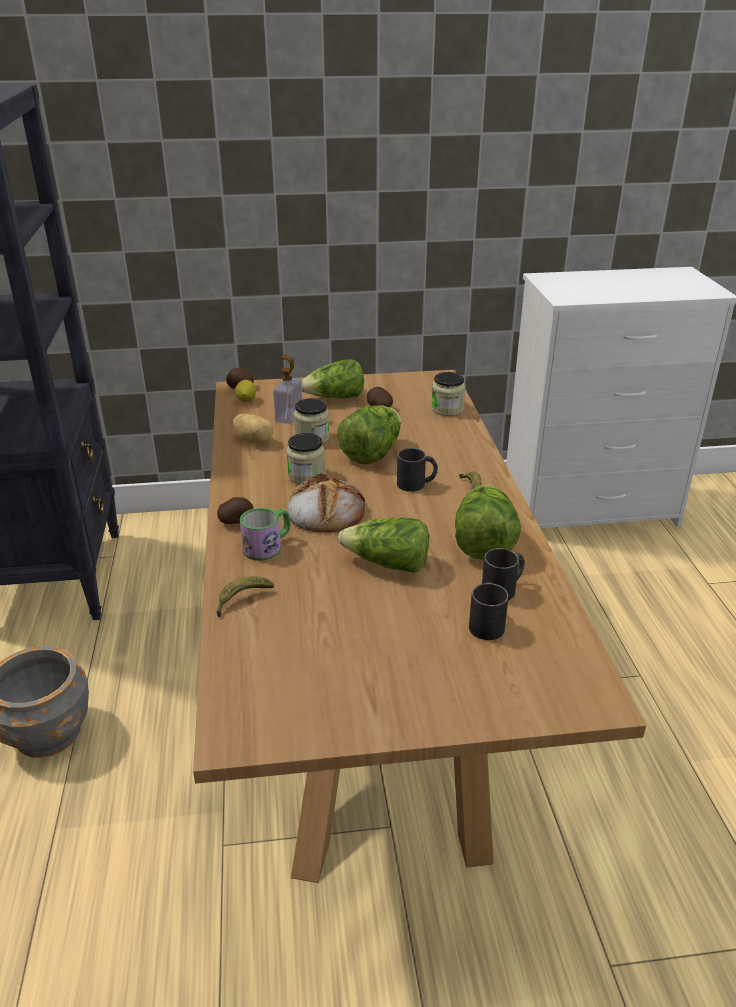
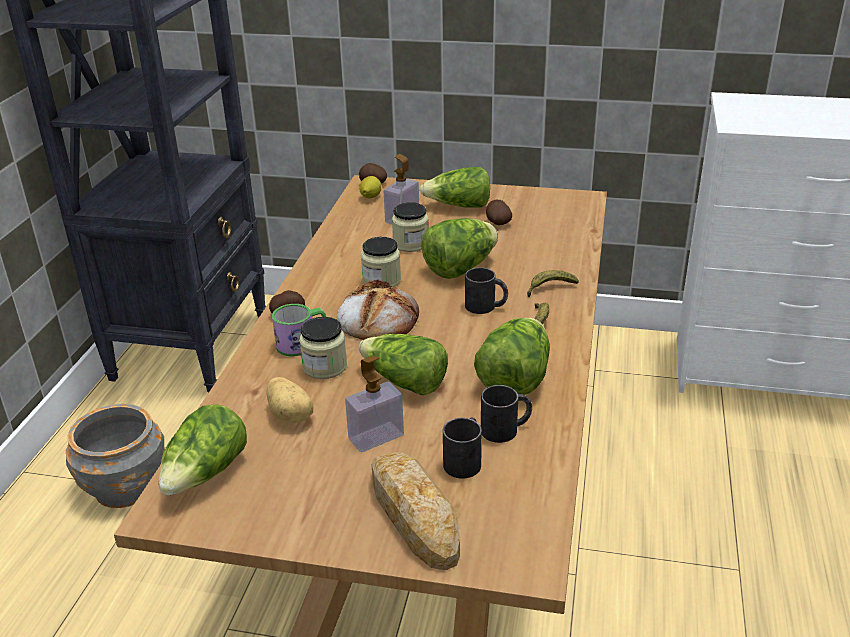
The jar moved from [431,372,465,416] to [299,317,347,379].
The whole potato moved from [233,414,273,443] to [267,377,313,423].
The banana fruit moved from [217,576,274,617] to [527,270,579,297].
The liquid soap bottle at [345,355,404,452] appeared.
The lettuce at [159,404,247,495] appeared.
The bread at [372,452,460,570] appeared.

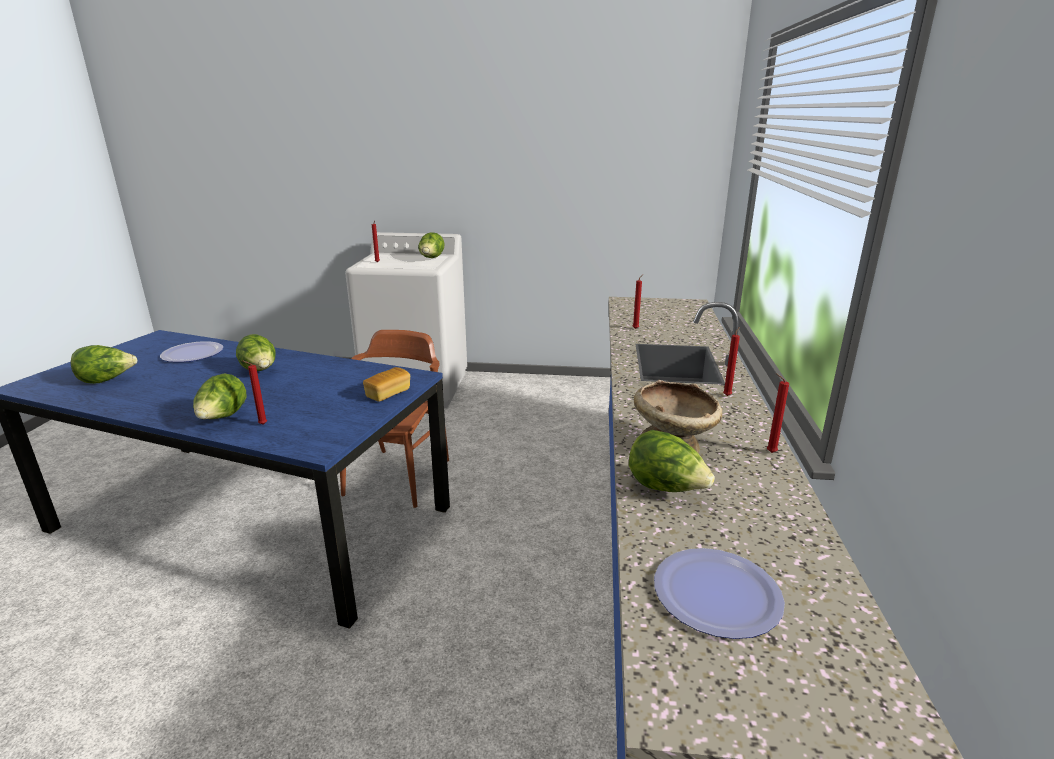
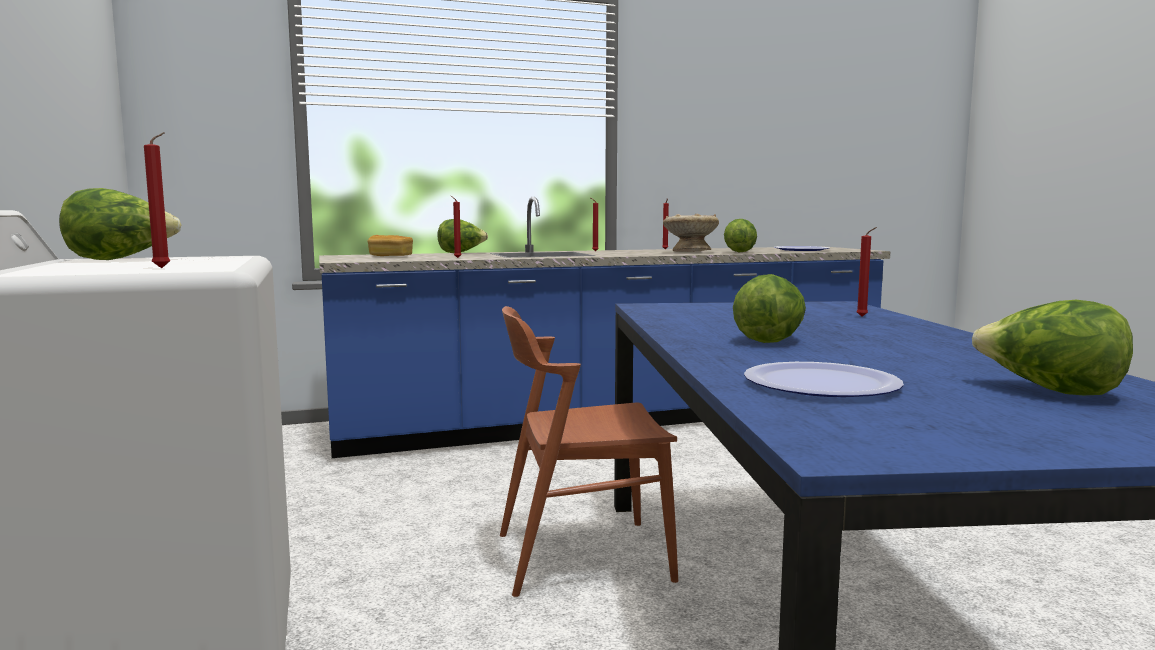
The bread moved from [363,367,410,402] to [368,235,413,256].
The lettuce moved from [193,373,246,419] to [438,219,488,253].

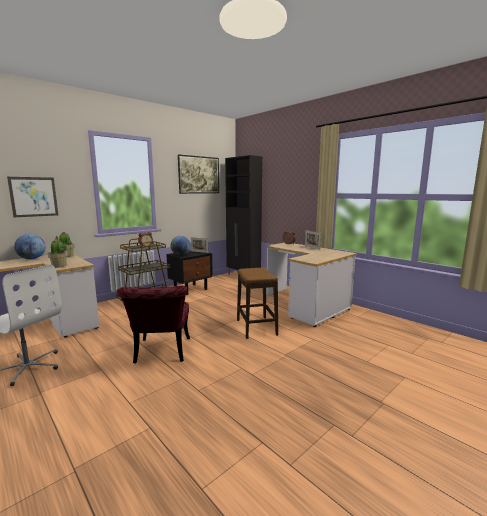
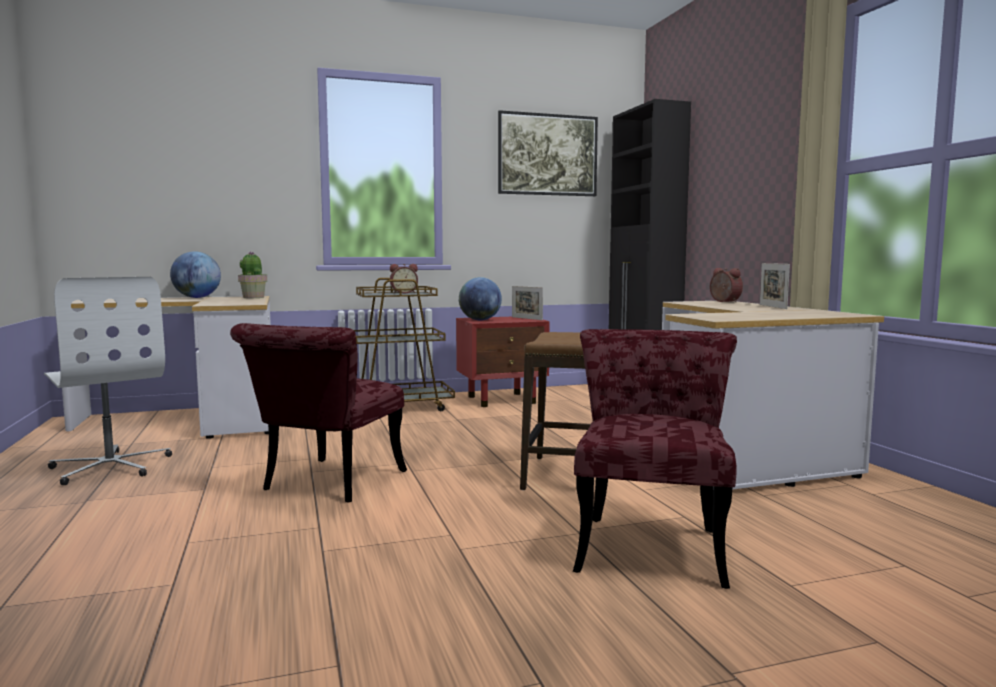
The wall picture at [7,177,58,217] disappeared.
The plant in a pot at [48,238,68,268] disappeared.
The black-coloured night table at [166,251,213,295] became the red-coloured night table at [456,317,550,407].
The red-coloured plain chair at [573,329,737,589] appeared.

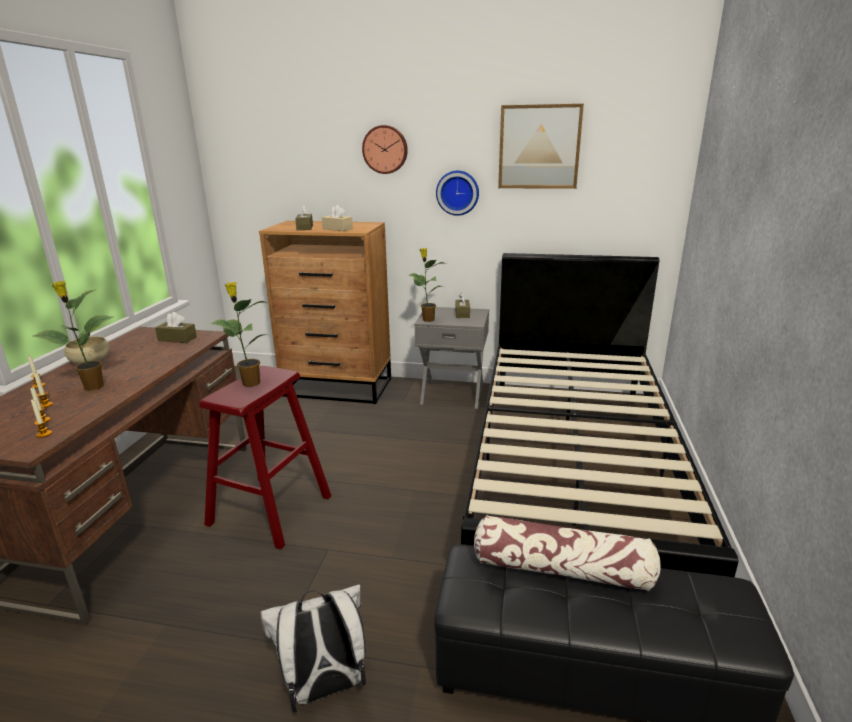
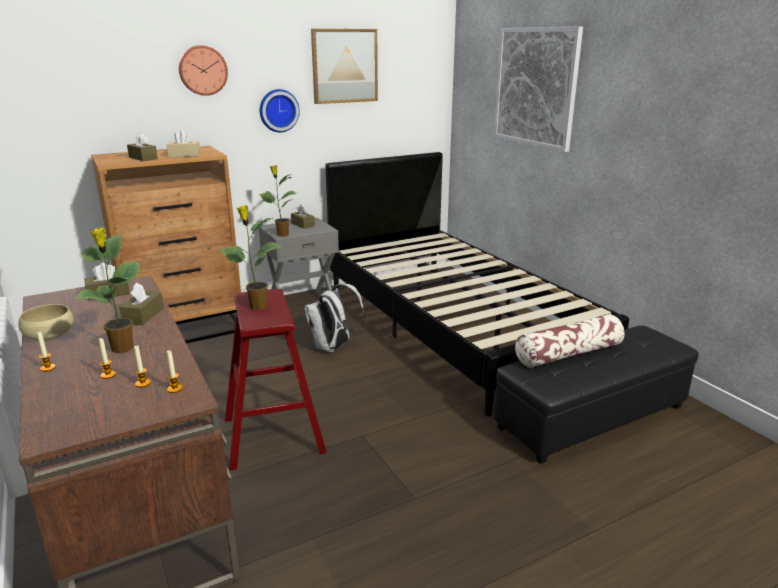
The white-coloured rucksack moved from [260,584,366,712] to [304,284,365,352].
The wall picture at [494,27,583,152] appeared.
The brown-coloured box of tissues at [119,283,164,325] appeared.

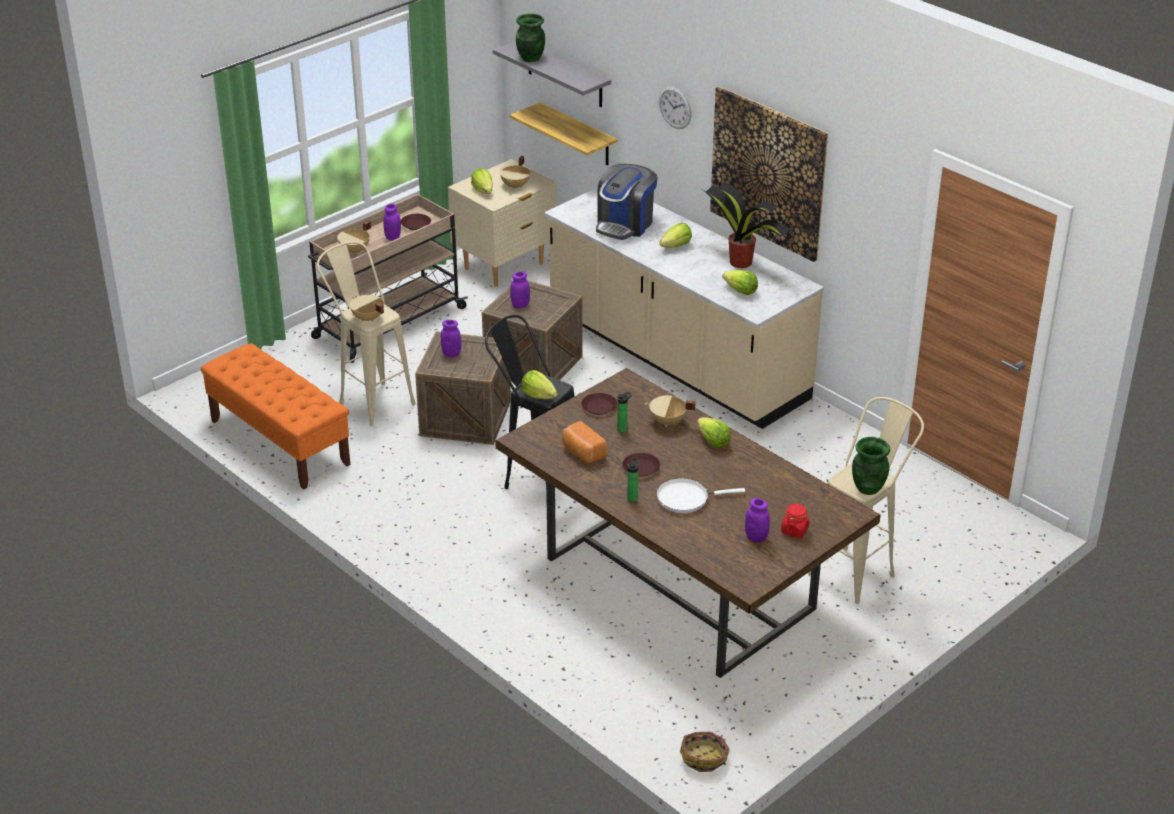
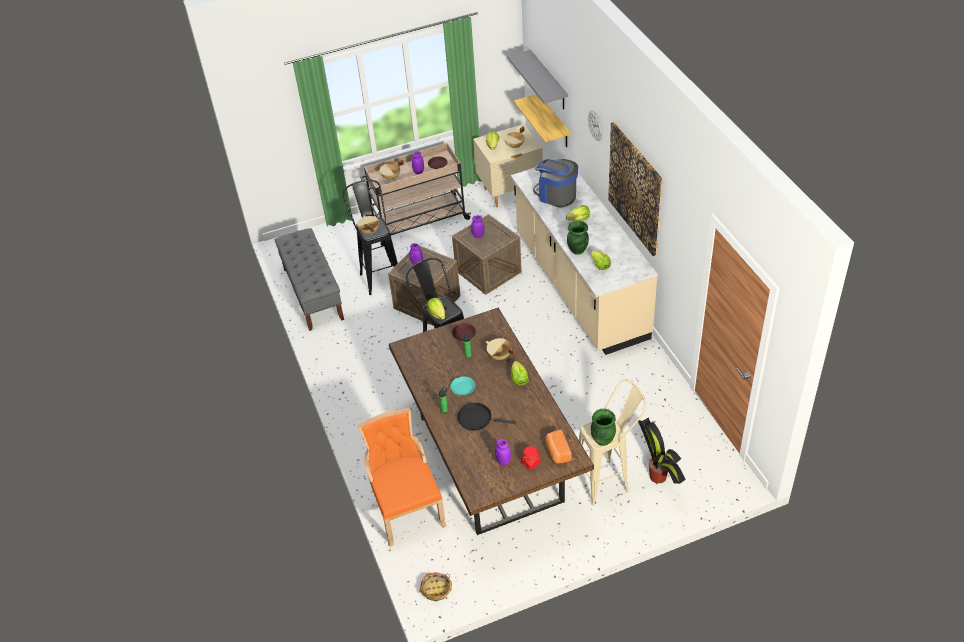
The green-coloured flower vase moved from [516,14,545,62] to [567,220,589,255].
The coffee maker at [596,164,658,240] turned 75 degrees clockwise.
The plant in a pot moved from [703,182,790,268] to [638,417,686,484].
The beige-coloured sitting stool at [317,241,416,427] became the black-coloured sitting stool at [343,179,398,295].
The orange long seat at [200,343,350,490] became the grey long seat at [275,228,344,331].
The bread moved from [562,421,607,463] to [545,430,572,464].
The brown-coloured flat dish at [622,453,660,477] became the turquoise-coloured flat dish at [450,376,475,395].
The white-coloured pan at [656,478,745,513] became the black-coloured pan at [457,403,516,430].
The orange plain chair at [358,408,447,547] appeared.

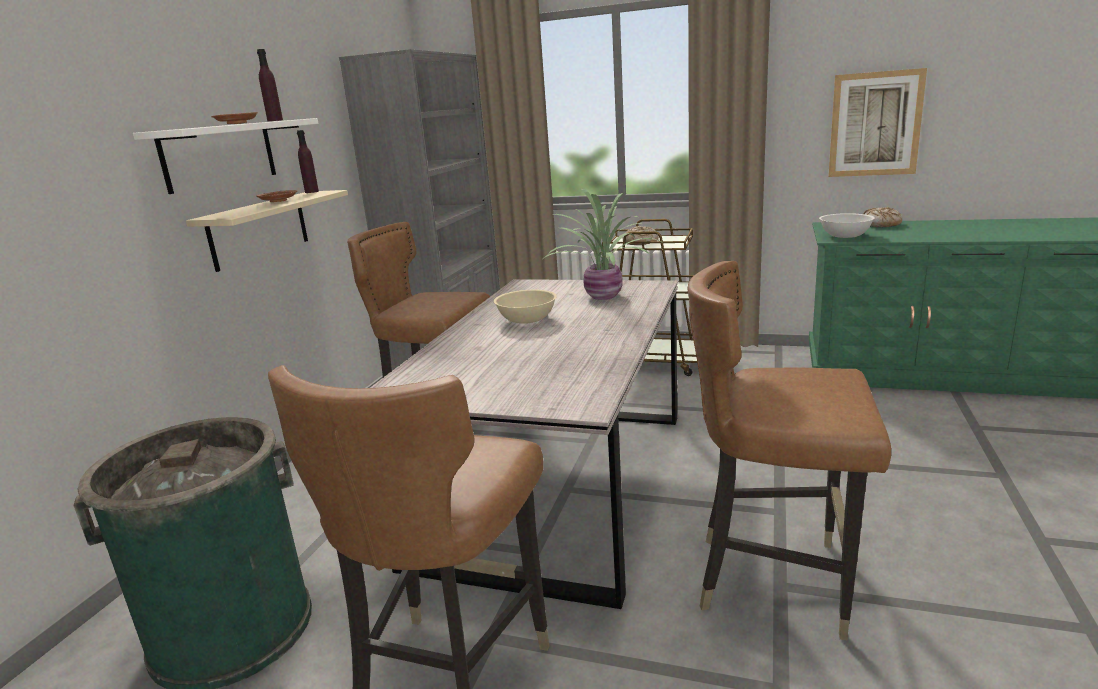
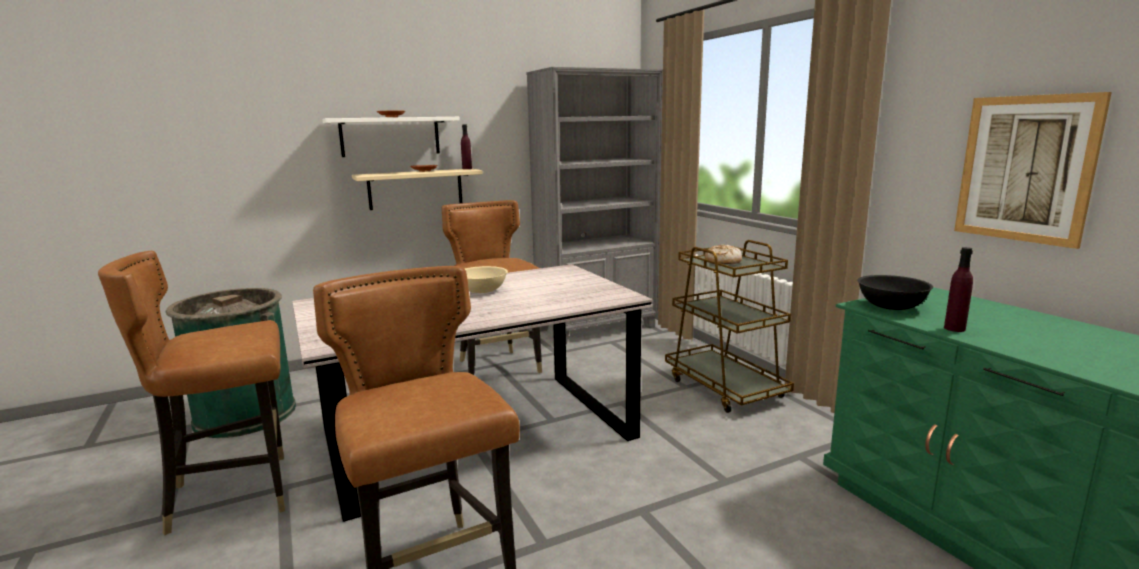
The purple-coloured beverage bottle moved from [257,49,283,122] to [944,247,973,332].
The plant in a pot at [543,189,664,300] disappeared.
The bread at [863,207,902,227] disappeared.
The white-coloured serving bowl at [819,213,875,238] became the black-coloured serving bowl at [857,275,933,310].

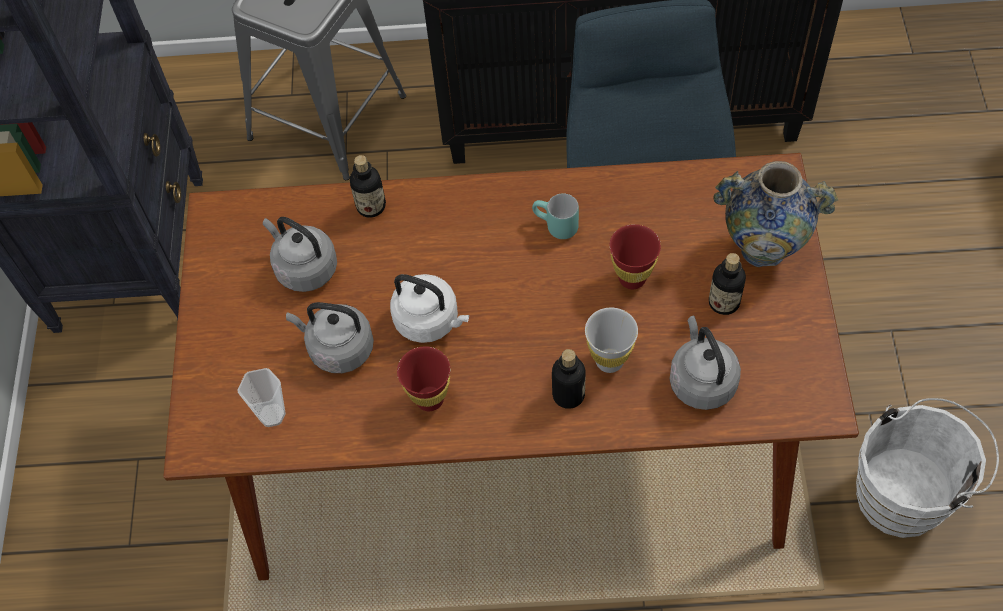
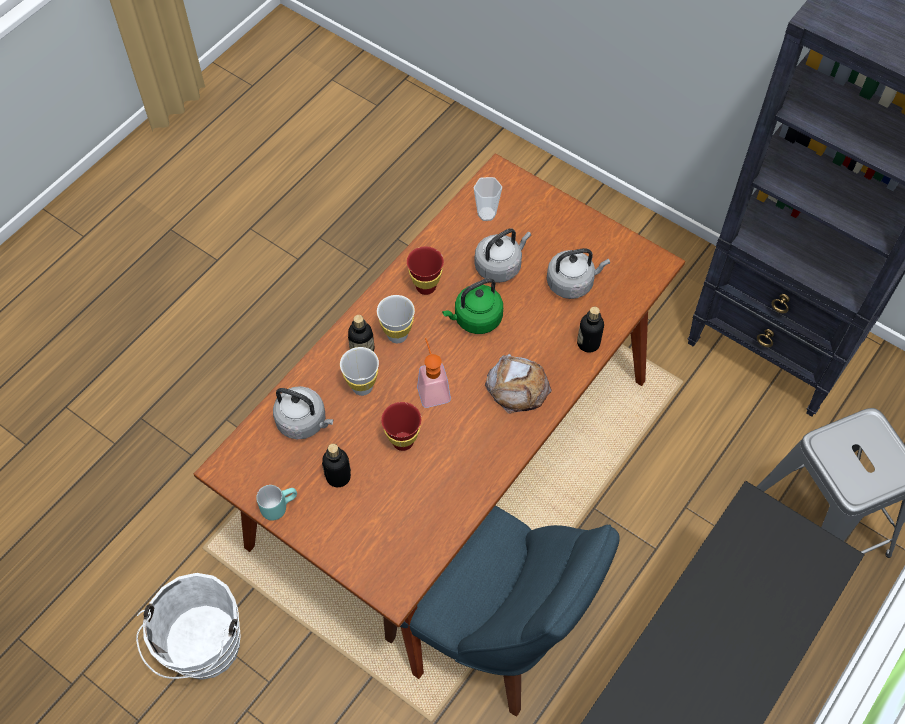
The flower vase at [713,161,838,267] disappeared.
The turquoise-coloured tea mug moved from [532,194,579,239] to [256,485,297,520].
The white-coloured kettle at [390,274,469,343] became the green-coloured kettle at [442,278,503,334].
The white-coloured small cup at [377,295,415,343] appeared.
The liquid soap bottle at [417,338,451,408] appeared.
The bread at [485,354,552,414] appeared.

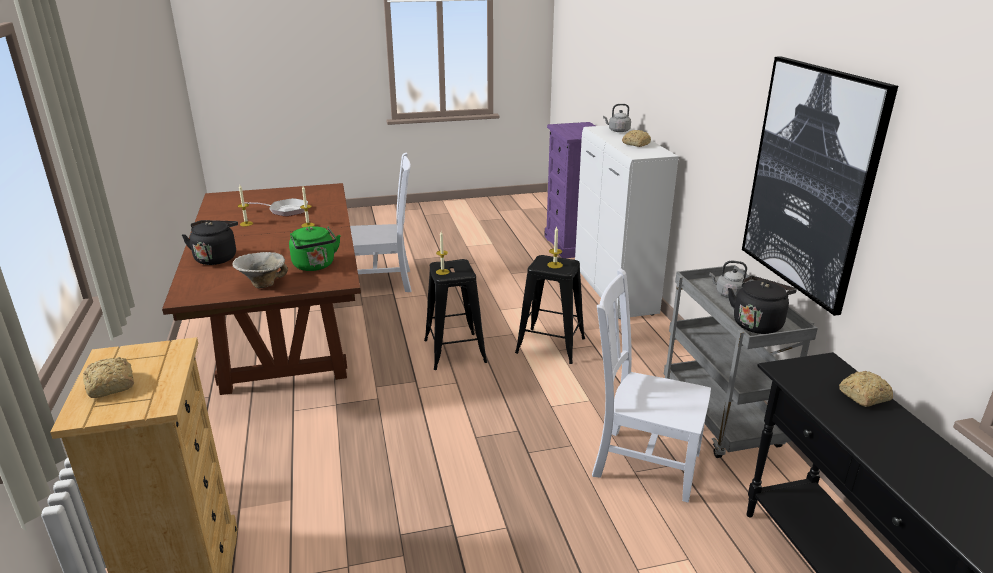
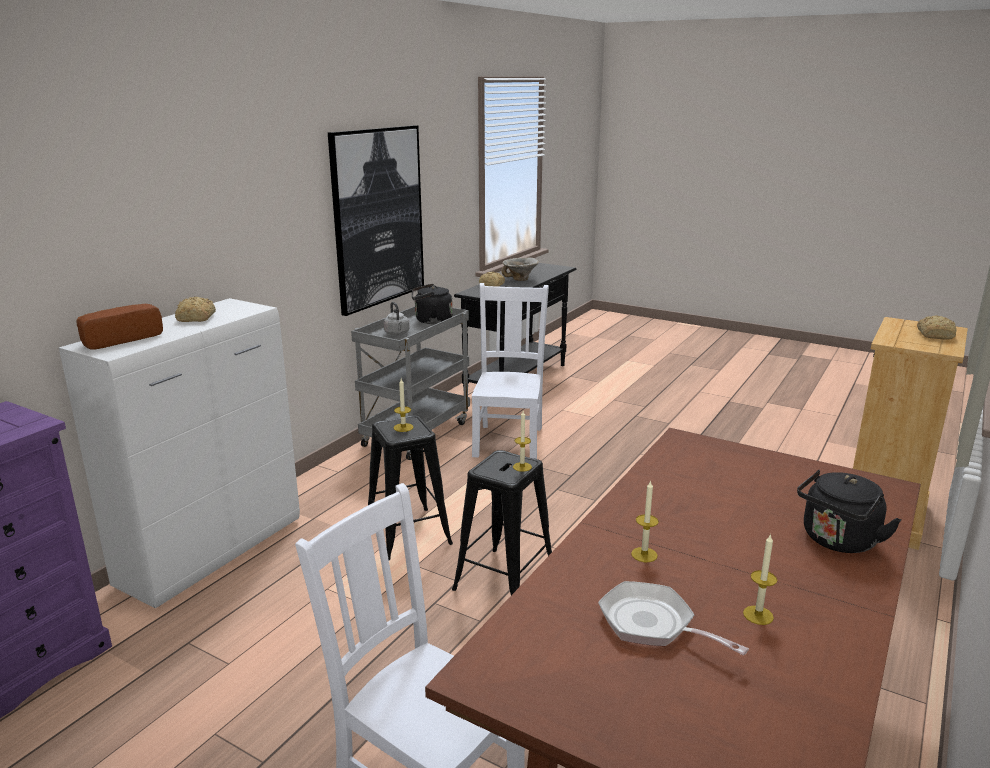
The grey kettle at [603,104,631,132] was replaced by the bread at [76,304,163,350].
The green-coloured kettle at [289,226,341,271] disappeared.
The serving bowl moved from [232,252,288,289] to [501,258,539,281].
The white-coloured plain chair at [592,268,711,503] turned 150 degrees counterclockwise.

